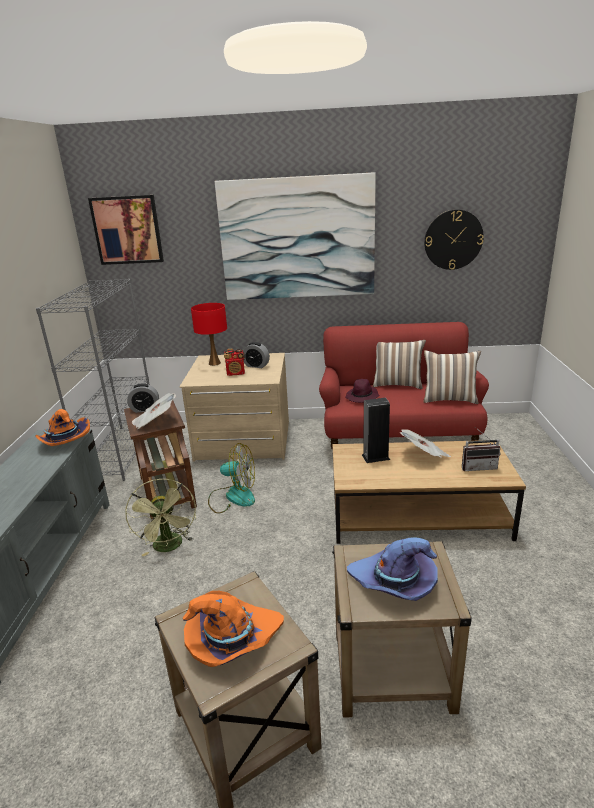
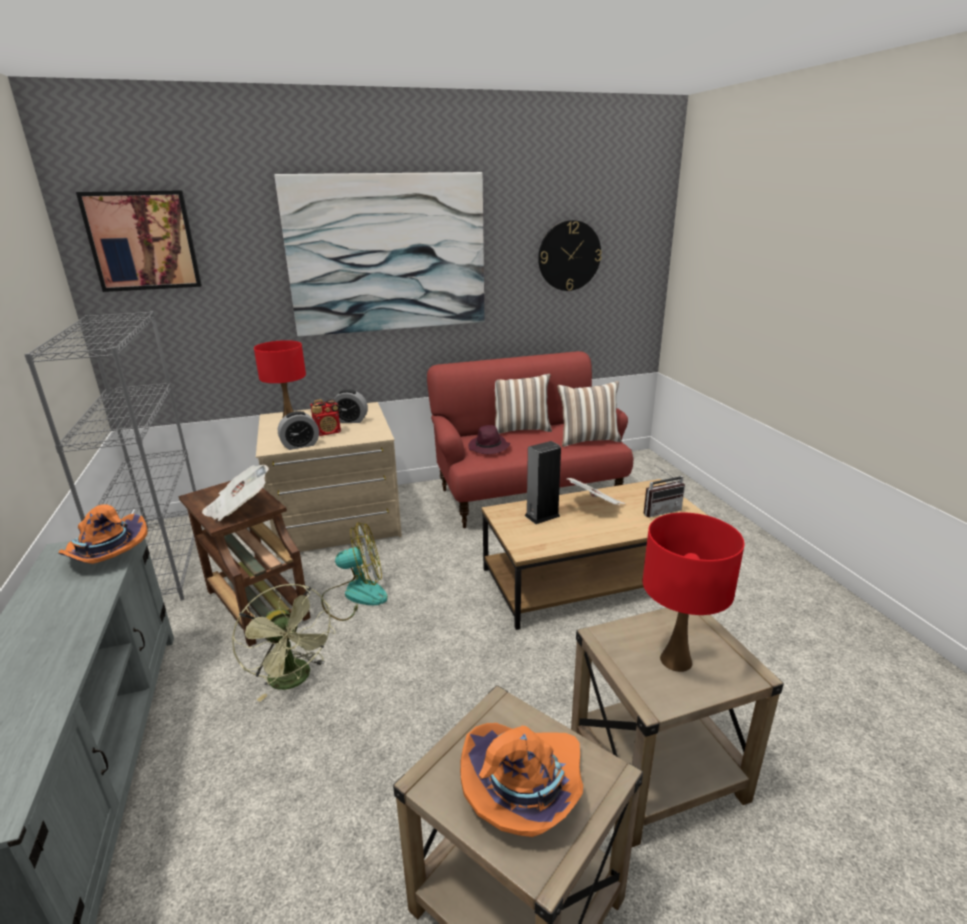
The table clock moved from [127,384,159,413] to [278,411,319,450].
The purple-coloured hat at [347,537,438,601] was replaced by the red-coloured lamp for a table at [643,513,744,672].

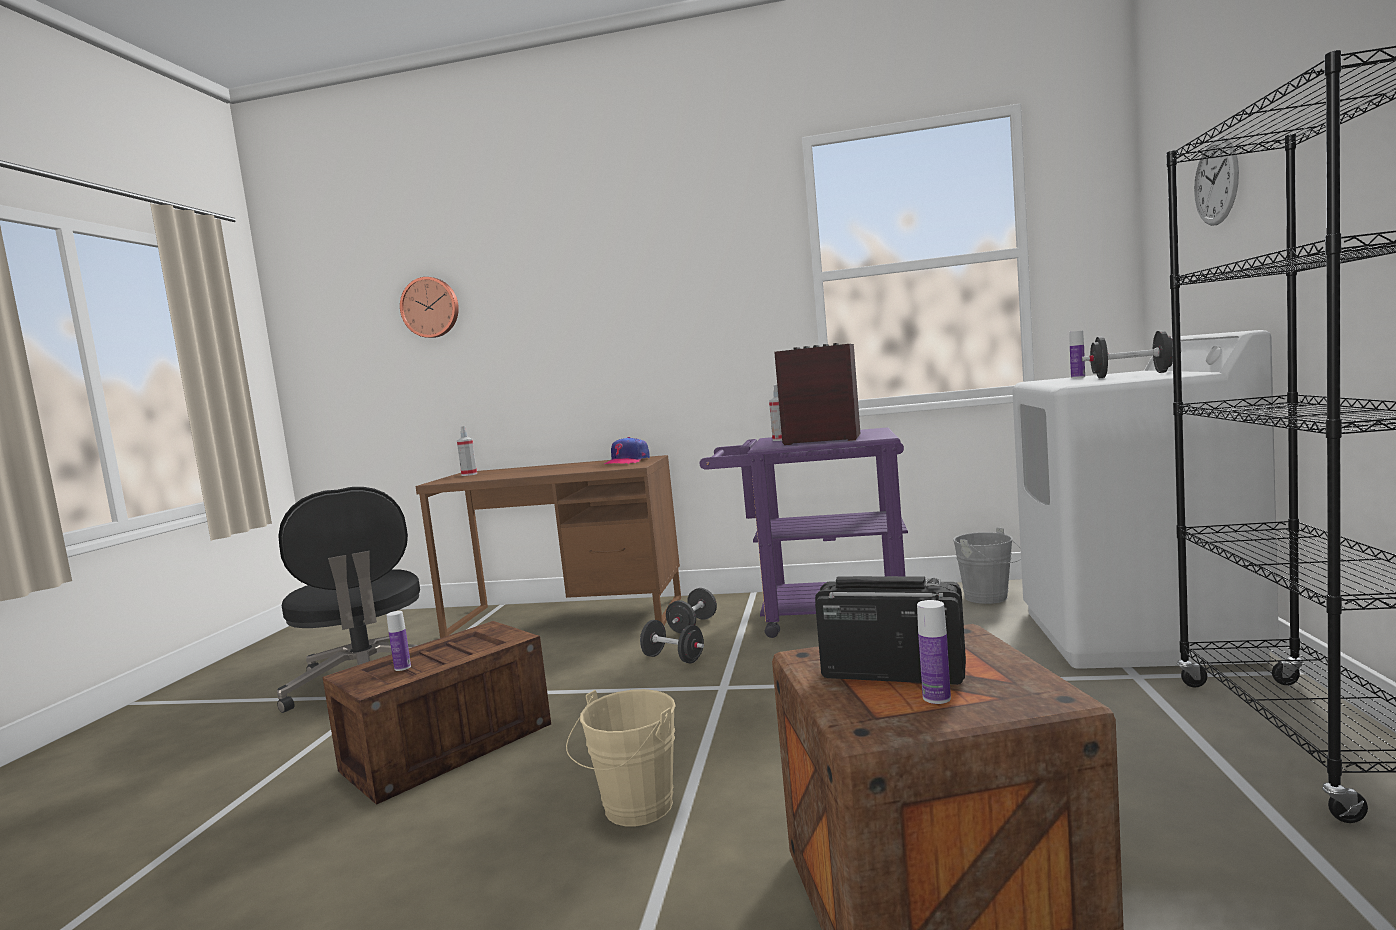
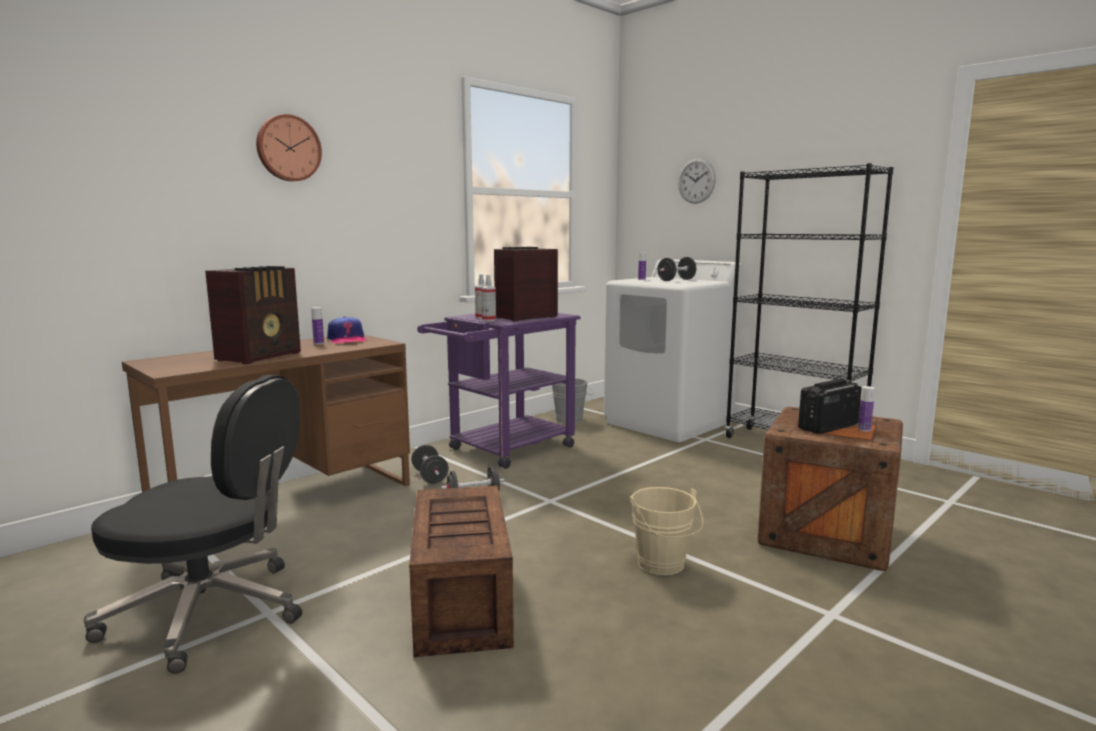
The clock on the wall moved from [400,277,459,338] to [256,114,322,181].
The hand sprayer moved from [457,426,477,476] to [481,275,496,321].
The beverage bottle moved from [387,611,411,671] to [311,307,324,345].
The radio at [205,266,301,364] appeared.

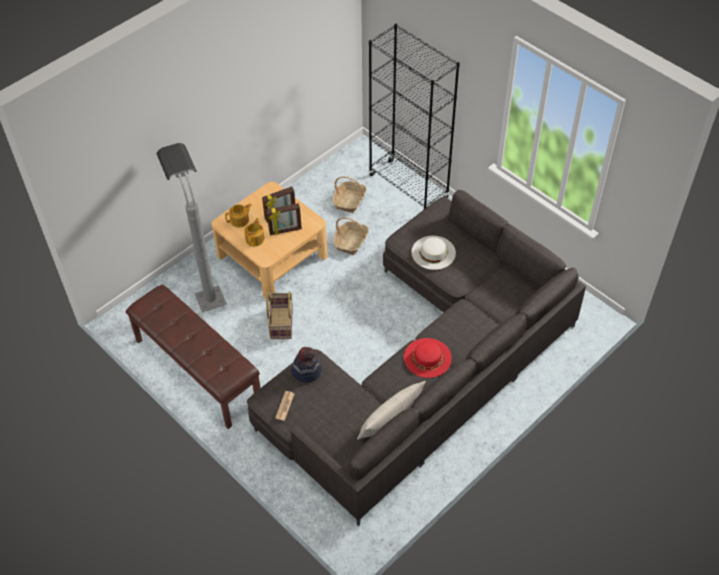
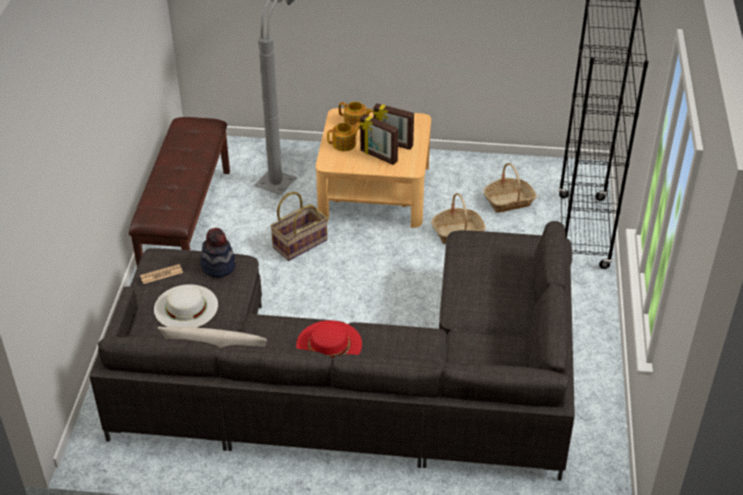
The white-coloured hat moved from [411,236,456,270] to [154,284,218,328].

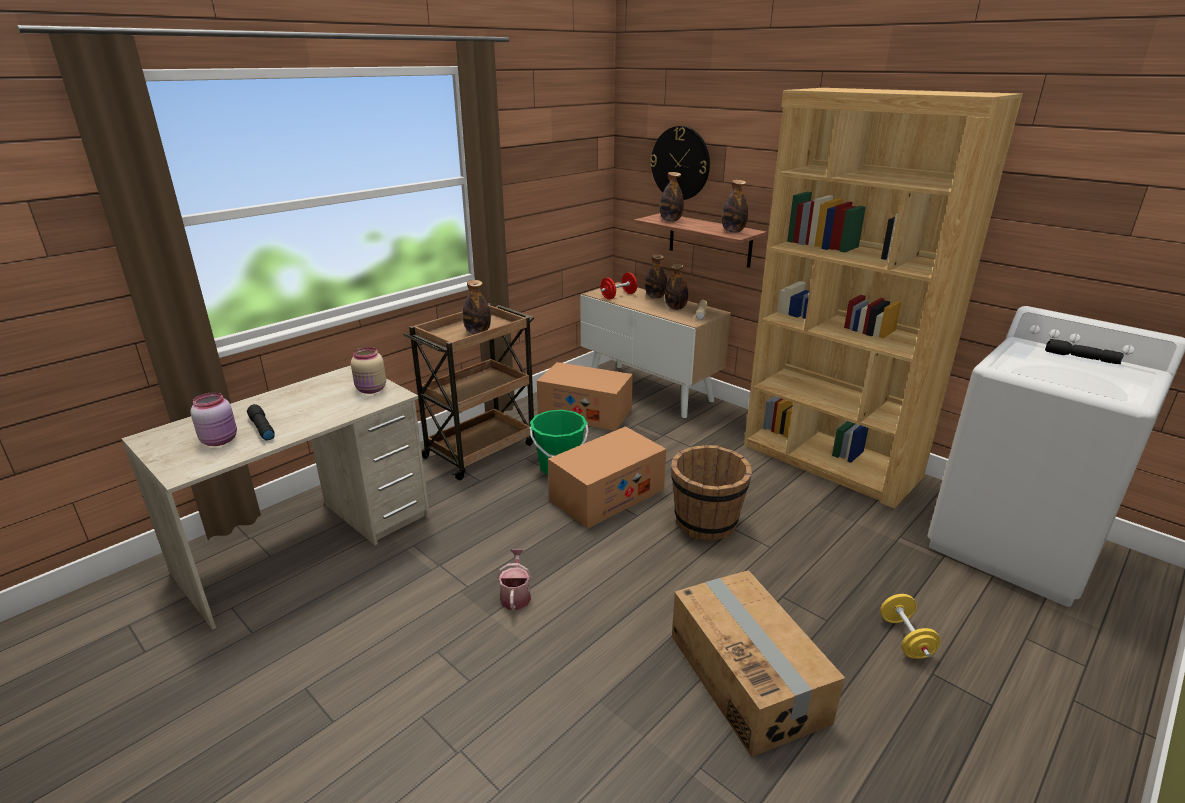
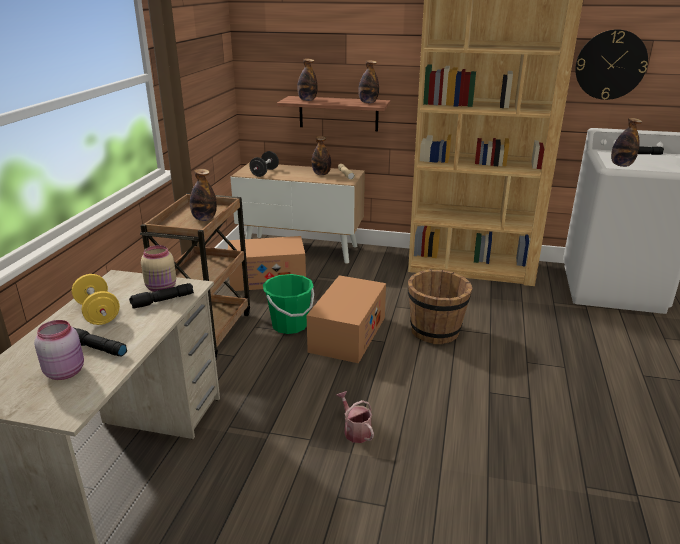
The clock on the wall moved from [650,126,710,200] to [575,29,648,100].
The beverage bottle moved from [645,254,667,298] to [611,118,642,167].
The red-coloured dumbbell at [600,273,637,300] became the black-coloured dumbbell at [249,151,279,177].
The carton at [672,570,845,757] disappeared.
The yellow dumbbell moved from [880,594,941,659] to [72,274,120,325].
The black-coloured torch at [129,283,194,309] appeared.

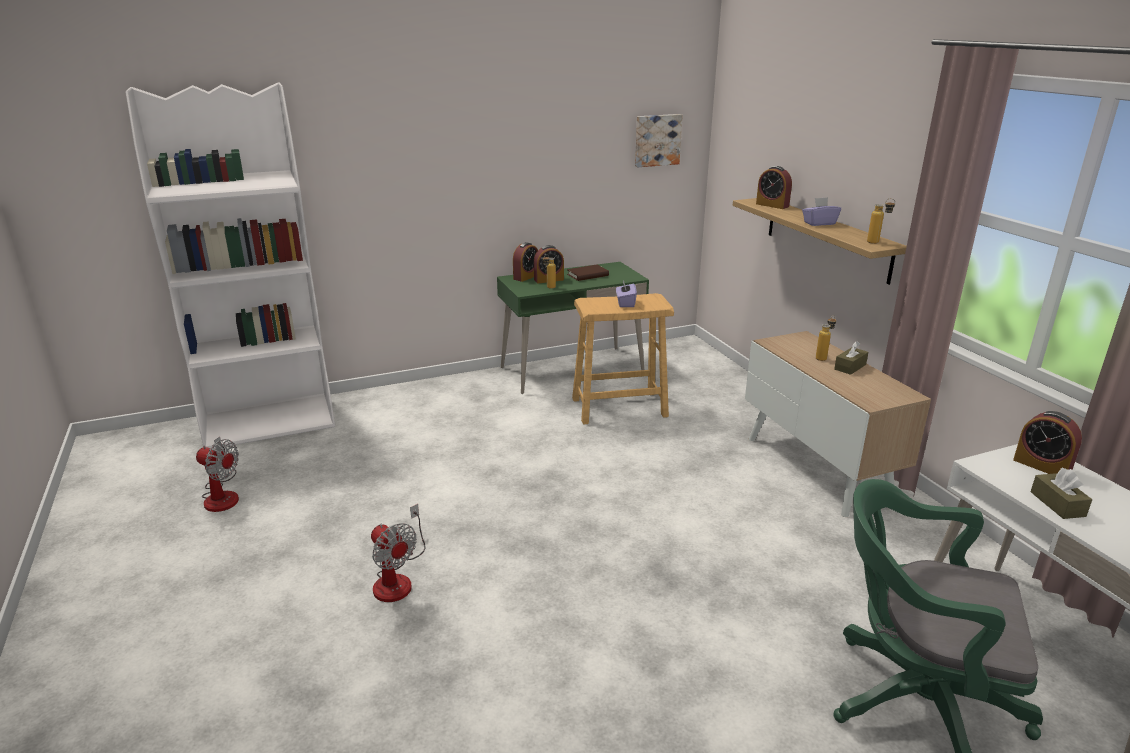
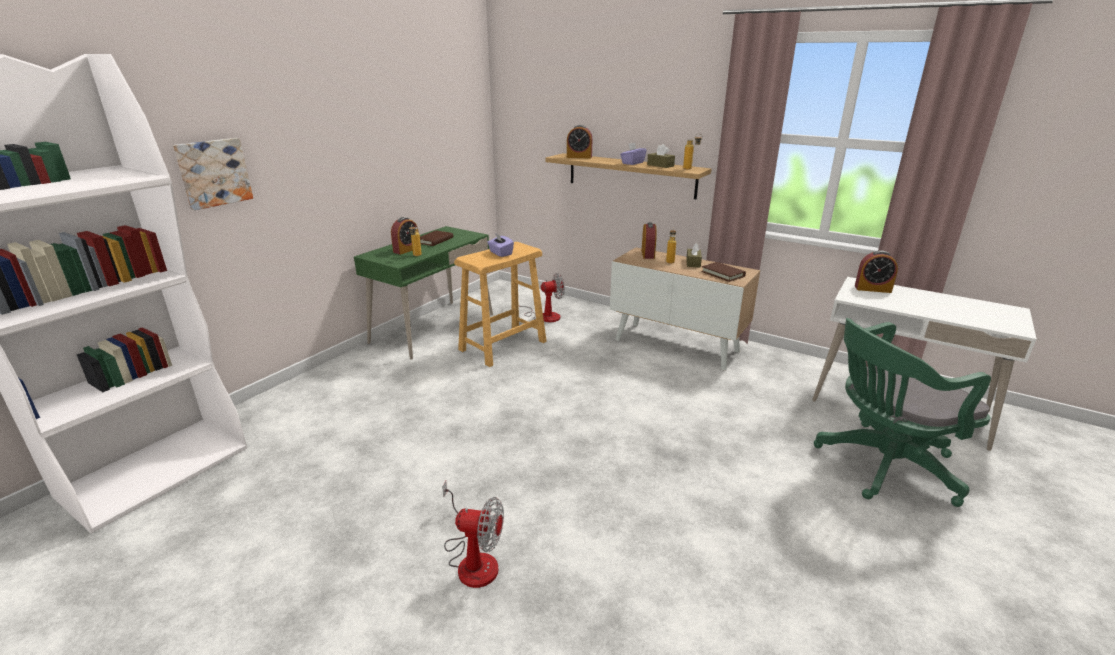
The wall picture moved from [635,114,683,167] to [173,138,253,210].
The table clock moved from [513,242,538,282] to [642,223,657,259].
The cooling fan moved from [196,437,239,512] to [518,273,565,322].
The brown-coloured box of tissues moved from [1031,468,1092,519] to [647,144,675,168].
The brown-coloured bound book at [701,262,746,282] appeared.

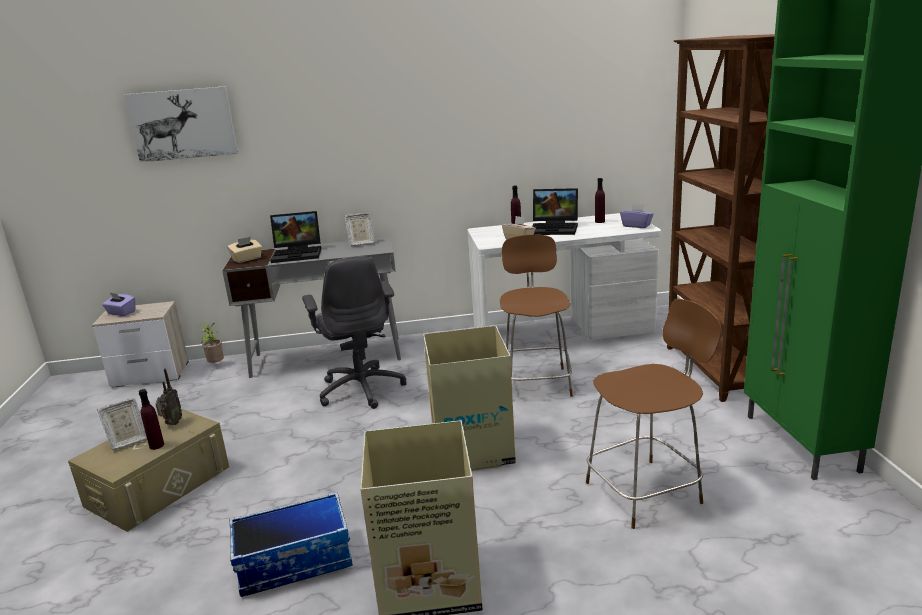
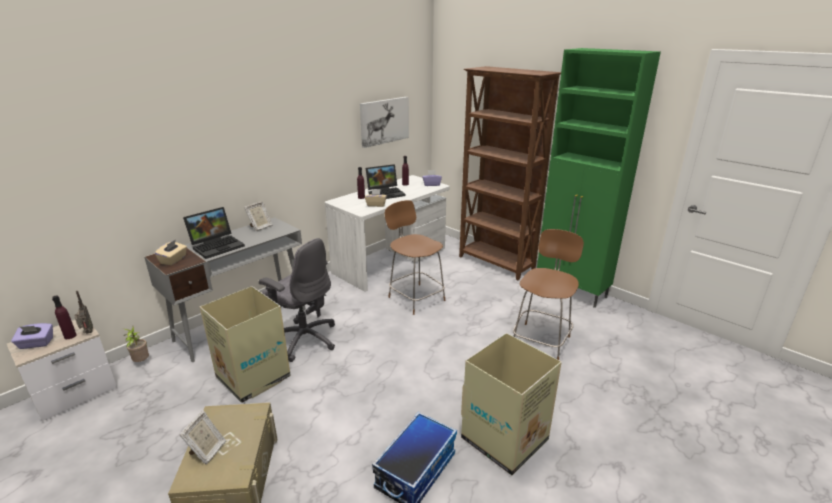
The wall picture moved from [124,86,238,162] to [360,97,409,148].
The carton moved from [423,326,516,471] to [200,286,291,403].
The radio moved from [156,369,182,425] to [75,291,93,334].
The purple-coloured beverage bottle moved from [139,389,164,450] to [52,295,77,339].

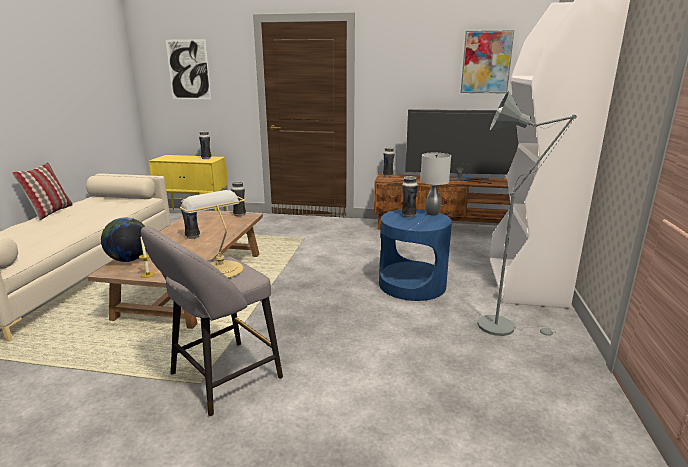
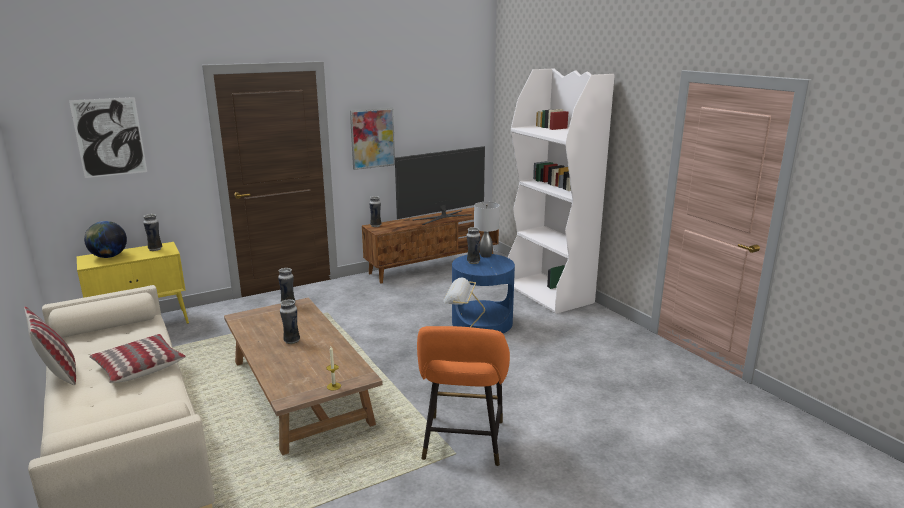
The wall picture moved from [461,30,514,93] to [350,108,395,170].
The grey floor lamp at [478,91,577,336] disappeared.
The globe moved from [101,218,147,262] to [84,221,127,258].
The grey sitting stool at [141,226,283,416] became the orange sitting stool at [417,326,510,466].
The cushion at [90,334,186,383] appeared.

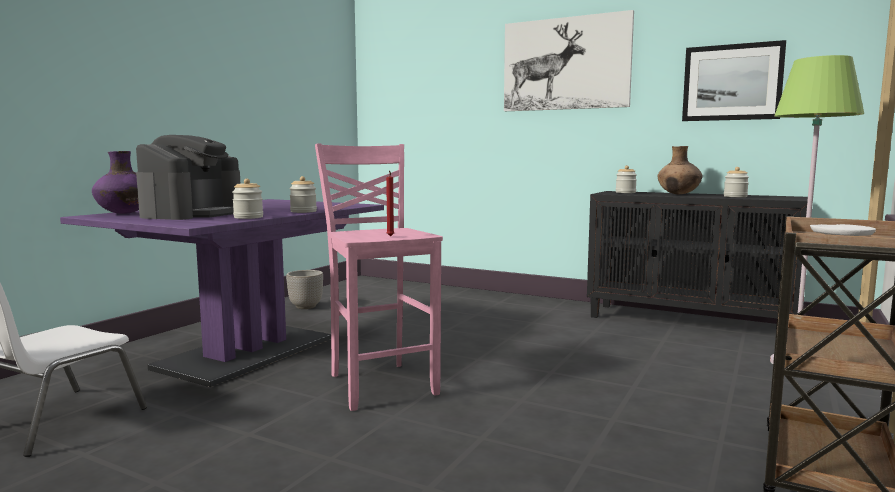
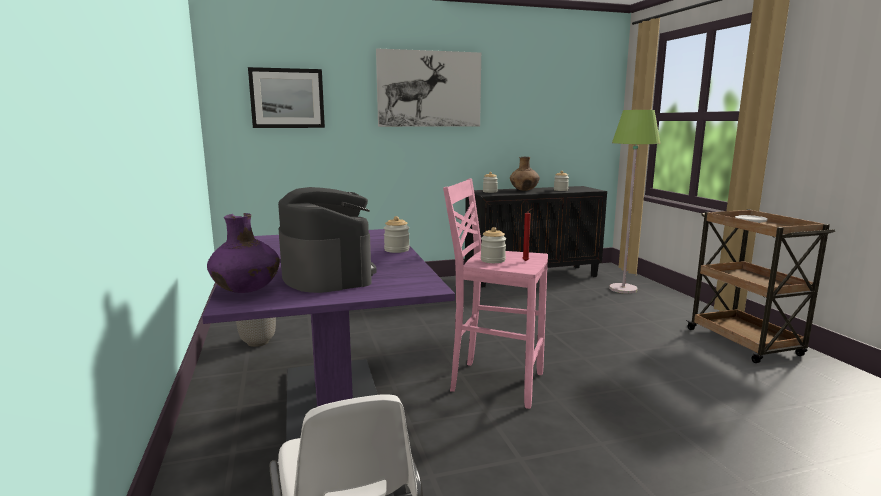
The wall picture moved from [682,40,786,121] to [248,67,325,128].
The jar moved from [232,179,263,219] to [481,227,506,263].

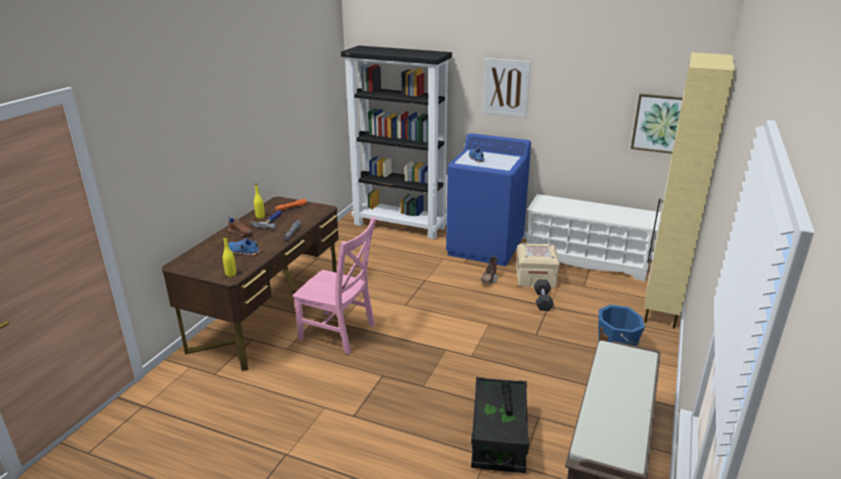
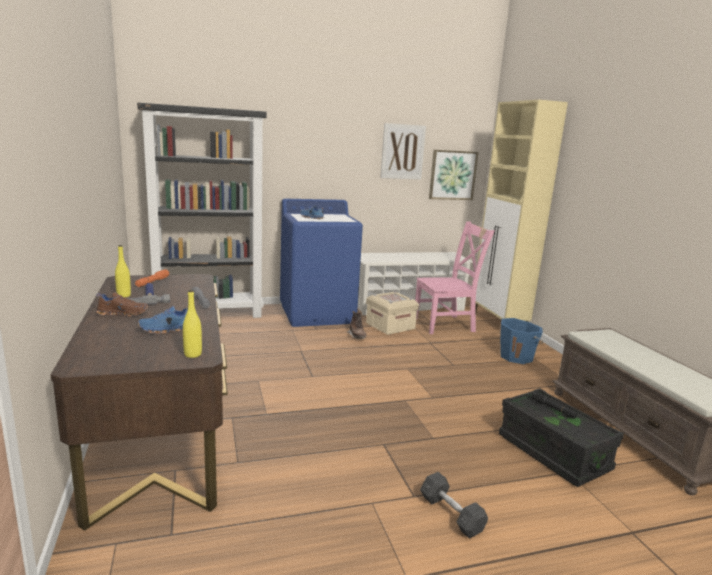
The wall picture moved from [482,58,531,118] to [381,123,426,180].
The pink-coloured plain chair moved from [292,217,377,355] to [415,221,494,334].
The grey dumbbell moved from [534,279,554,311] to [420,472,488,539].

